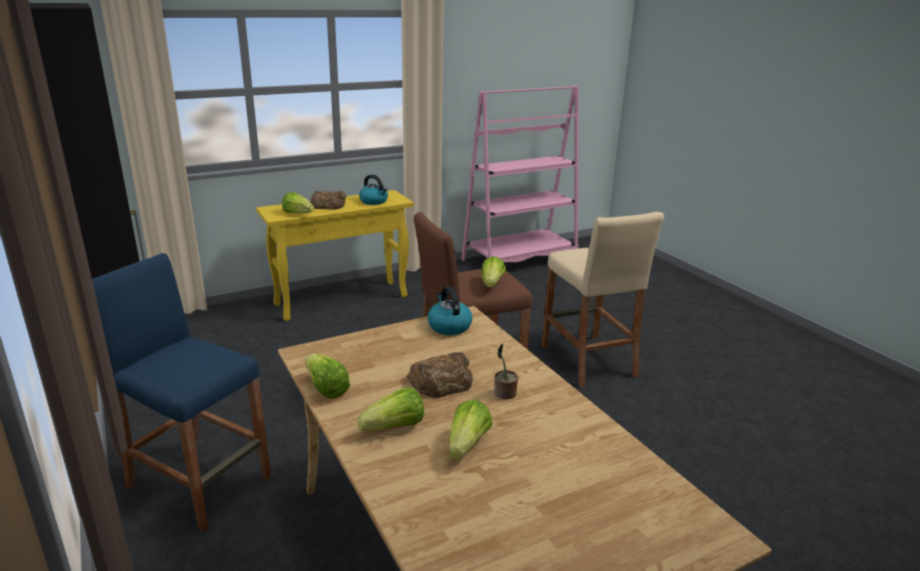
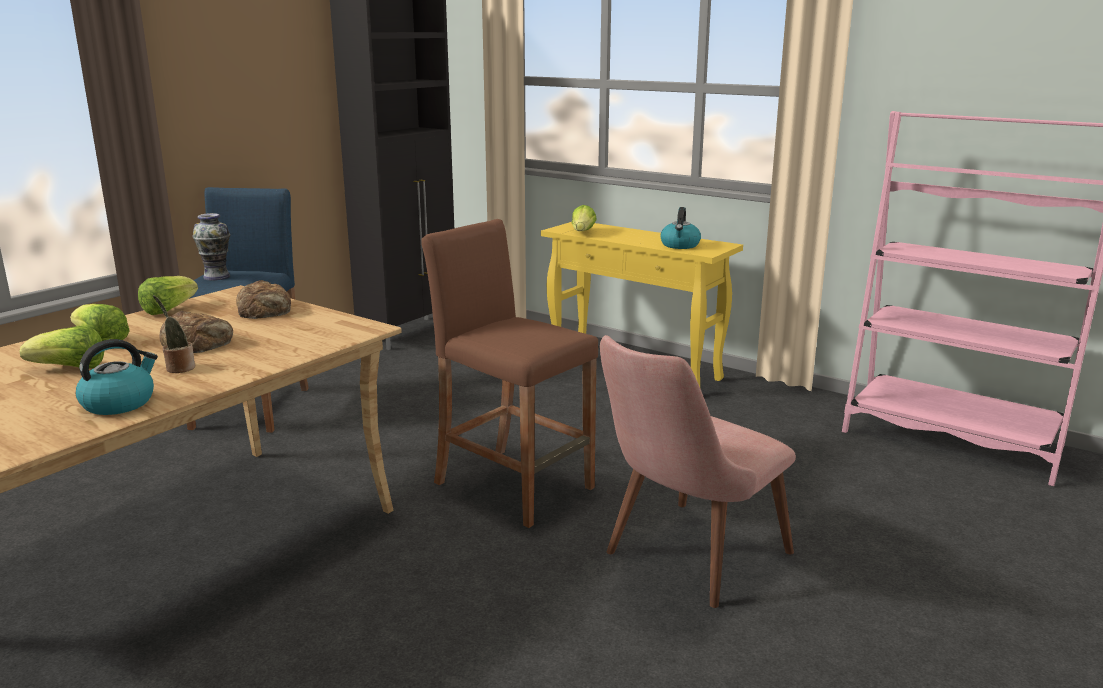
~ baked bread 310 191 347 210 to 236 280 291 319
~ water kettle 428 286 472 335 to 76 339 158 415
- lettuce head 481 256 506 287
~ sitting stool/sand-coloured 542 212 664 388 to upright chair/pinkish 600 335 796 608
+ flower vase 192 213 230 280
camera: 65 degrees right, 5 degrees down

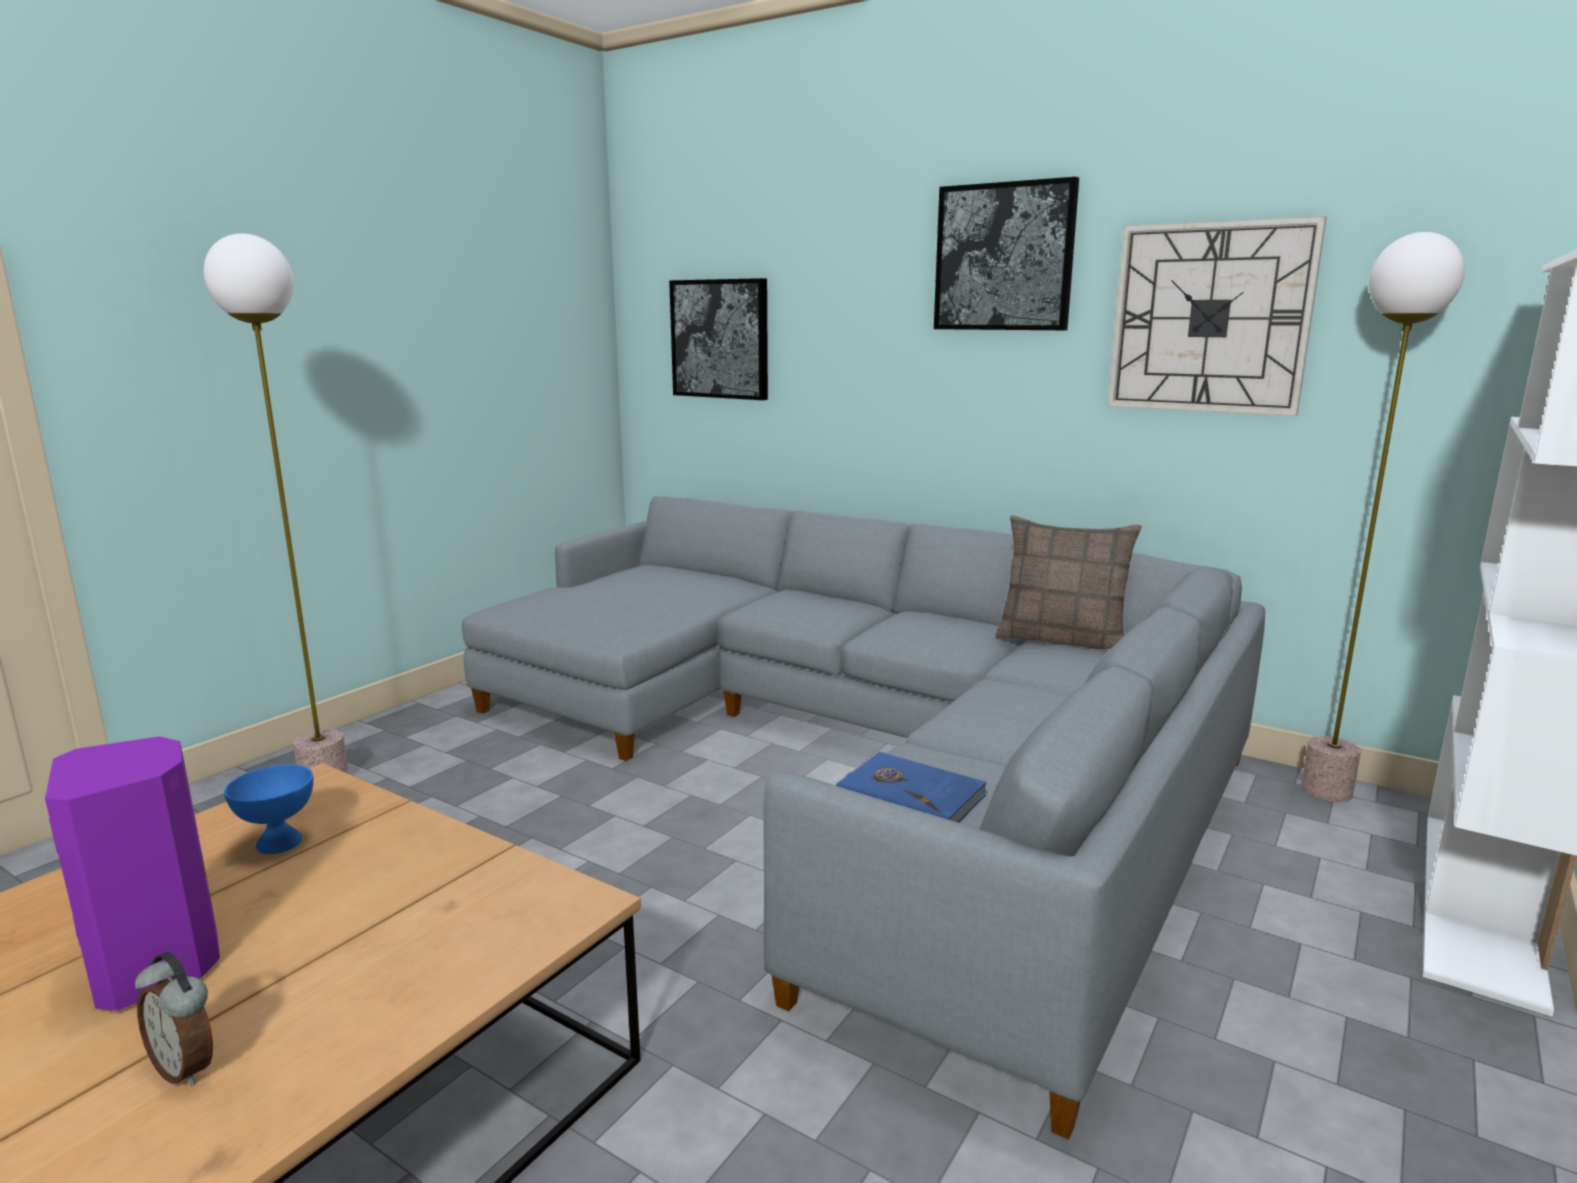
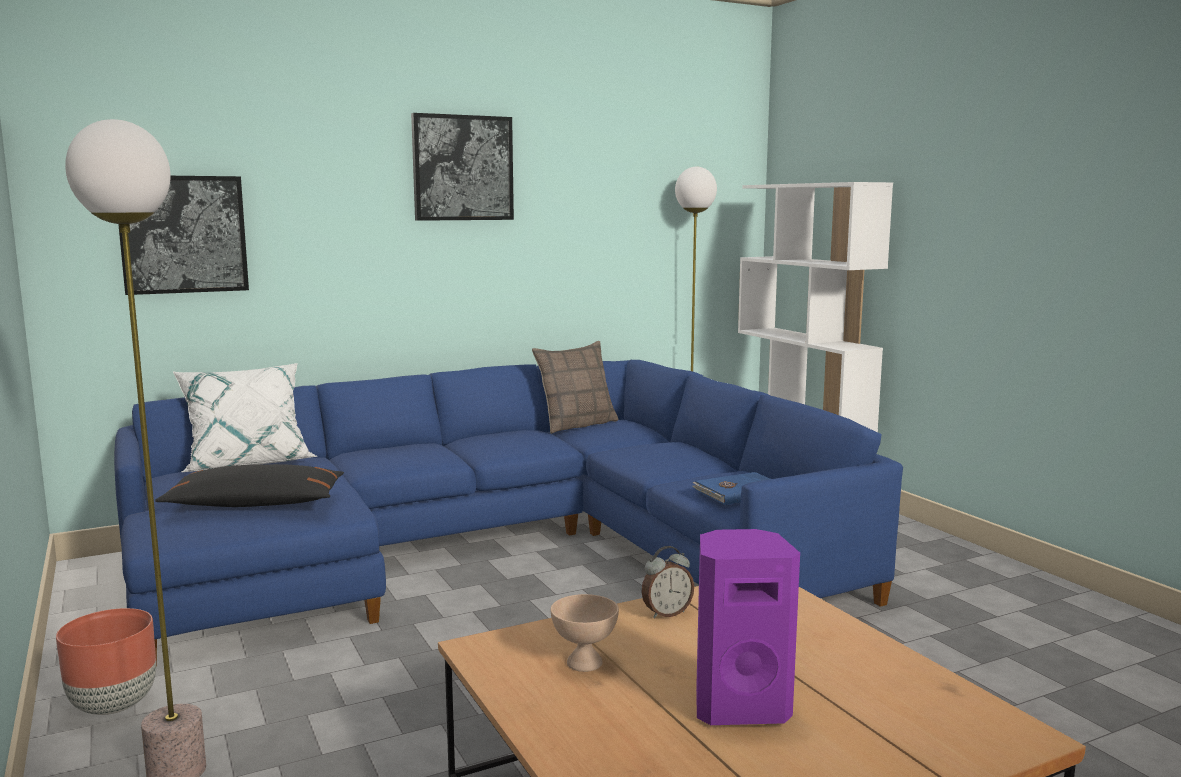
~ alarm clock 135 952 213 1086 to 641 546 694 618
~ deep dish/blue 224 765 313 854 to deep dish/sand-coloured 551 594 619 672
~ sofa/gray 462 496 1265 1140 to sofa/blue 114 360 903 667
- hanging clock 1108 216 1327 416
+ planter/brown 56 608 156 715
+ throw pillow/black-coloured 155 464 344 507
+ throw pillow/white-coloured 173 363 317 472
camera: 60 degrees left, 5 degrees down

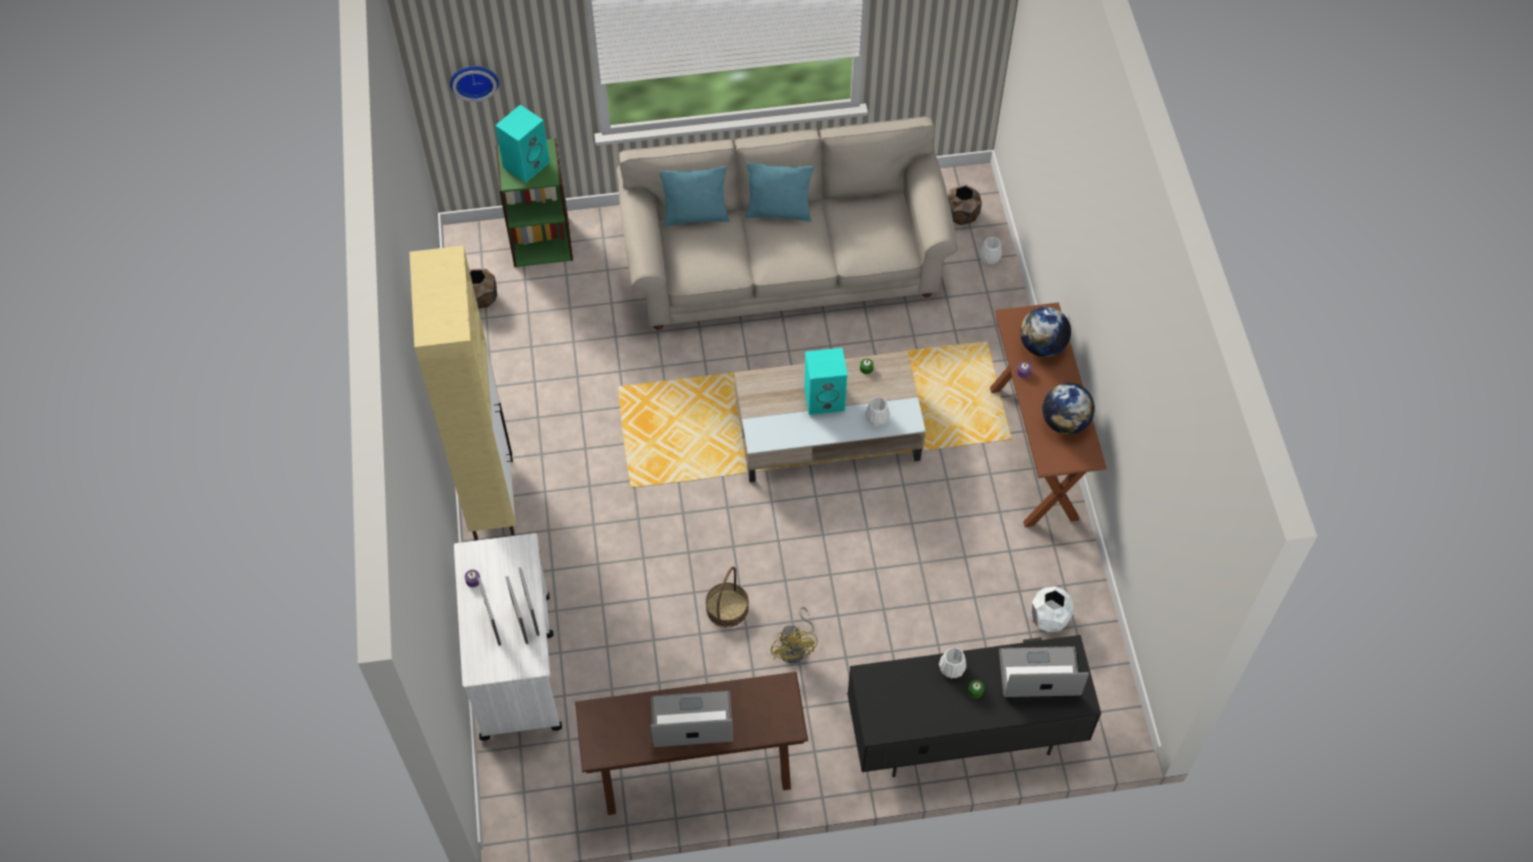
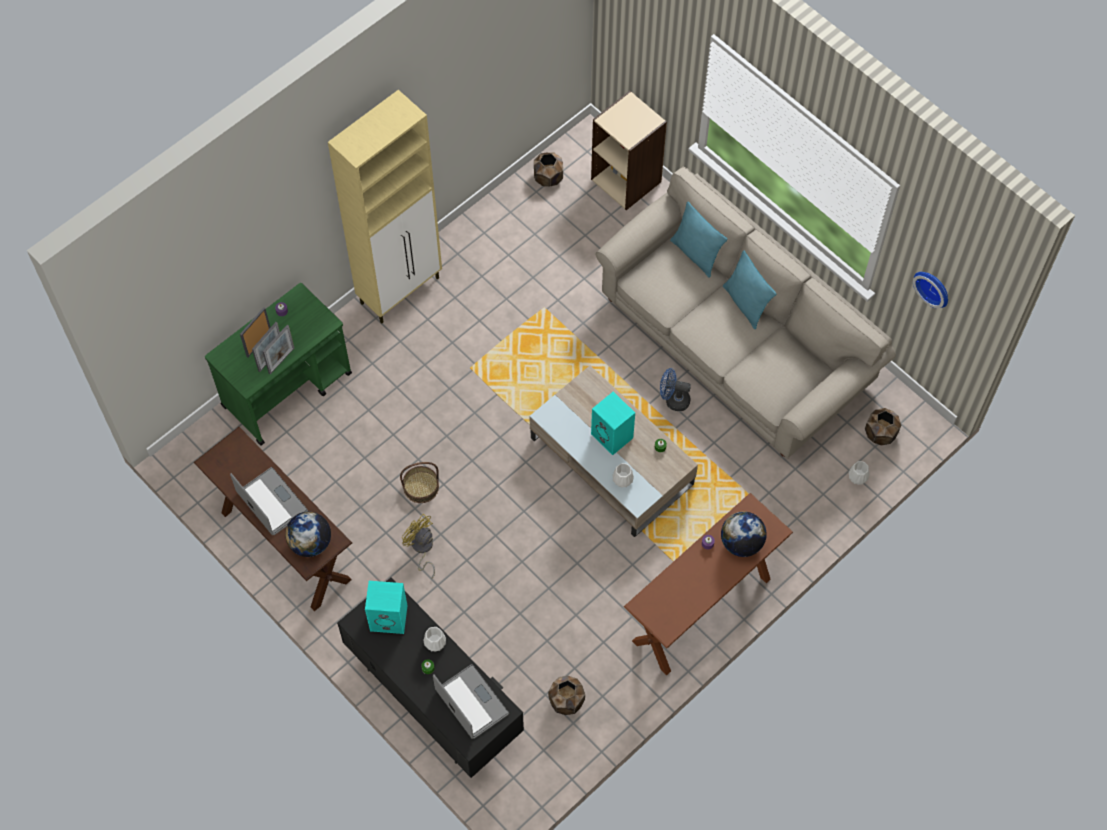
~ hanging clock 450 66 499 102 to 913 272 948 308
~ cart/white-coloured 454 533 562 740 to cart/green 205 283 352 446
~ loudspeaker/turquoise-coloured 495 105 550 183 to 365 581 407 634
~ shelving unit/green 495 138 573 267 to shelving unit/sand-coloured 591 91 667 210
~ cooling fan/yellow-coloured 771 607 818 664 = 402 514 435 579 90 degrees clockwise
~ planter/white-coloured 1030 586 1074 632 to planter/brown 548 676 585 715
~ desk globe 1042 383 1095 435 to 285 512 331 557
+ cooling fan/blue 660 368 691 411
camera: 55 degrees right, 5 degrees up

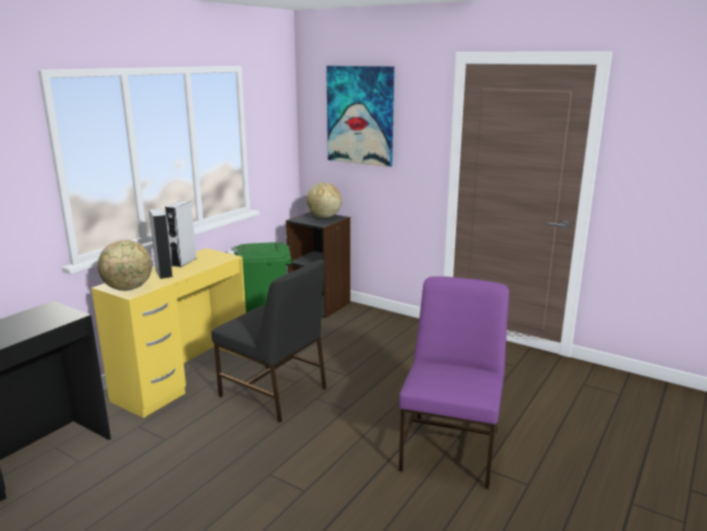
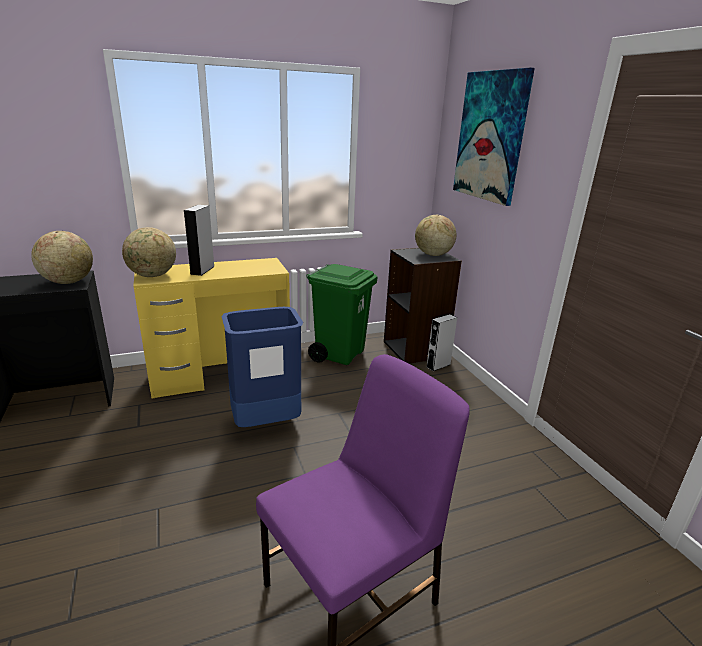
~ loudspeaker/gray 165 201 197 267 to 427 314 457 371
~ upright chair/black-coloured 211 260 327 423 to rubbish bin/blue 221 307 303 427
+ desk globe 31 231 93 284
camera: 35 degrees right, 5 degrees up

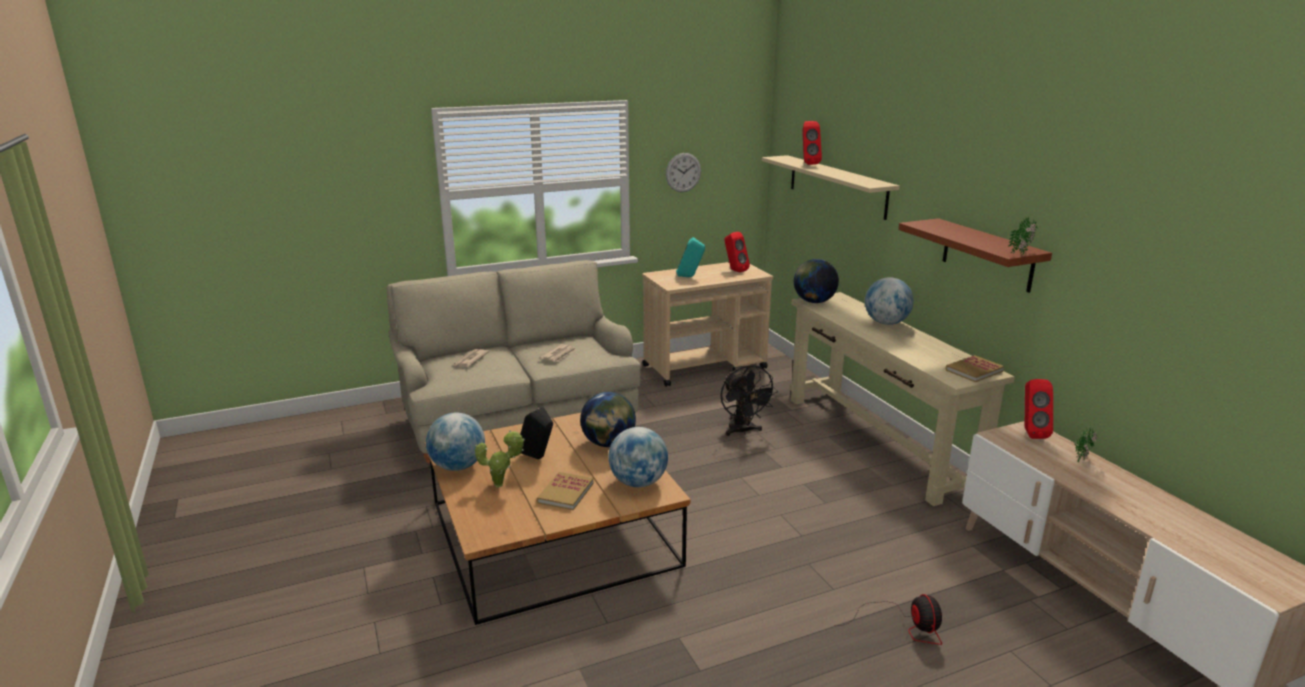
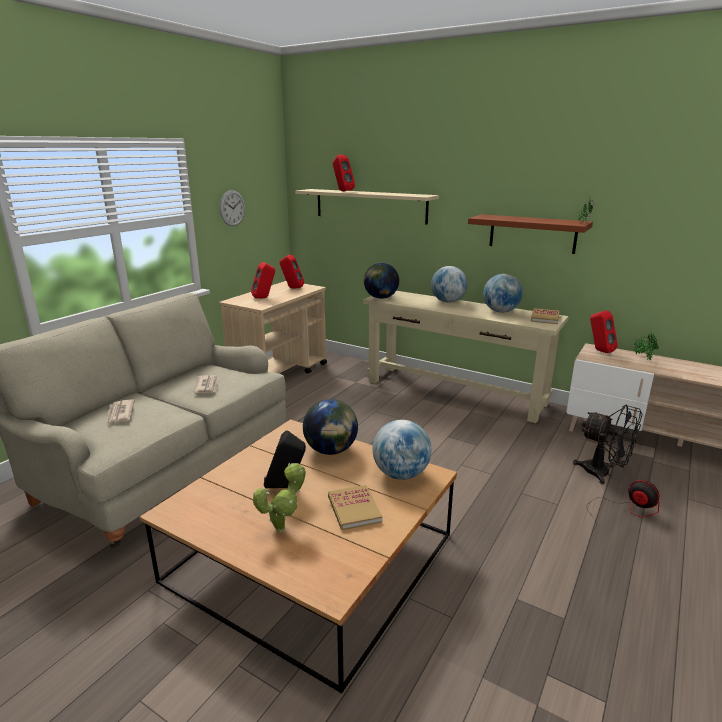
~ desk globe 426 413 485 471 to 483 274 523 313
~ loudspeaker/turquoise-coloured 676 237 705 277 to loudspeaker/red-coloured 251 262 275 299
~ cooling fan/black-coloured 721 365 778 436 to 573 405 643 484
camera: 35 degrees left, 0 degrees up

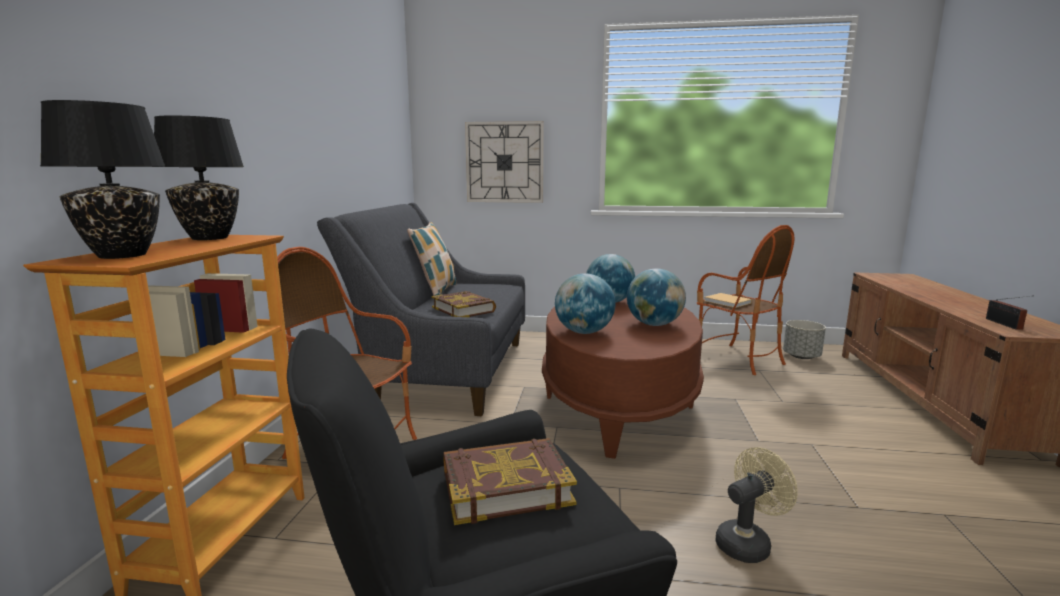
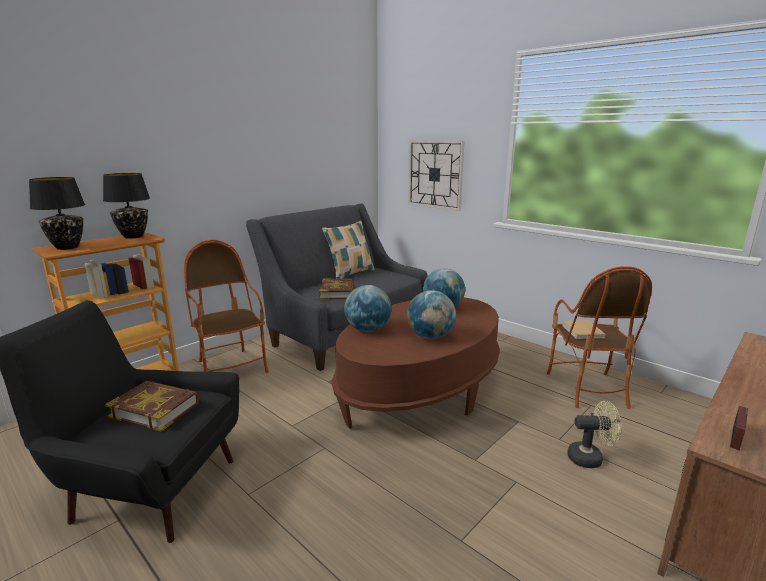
~ cooling fan/sand-coloured 715 447 798 563 to 567 401 622 468
- planter/gray 783 320 826 359
camera: 35 degrees right, 5 degrees up

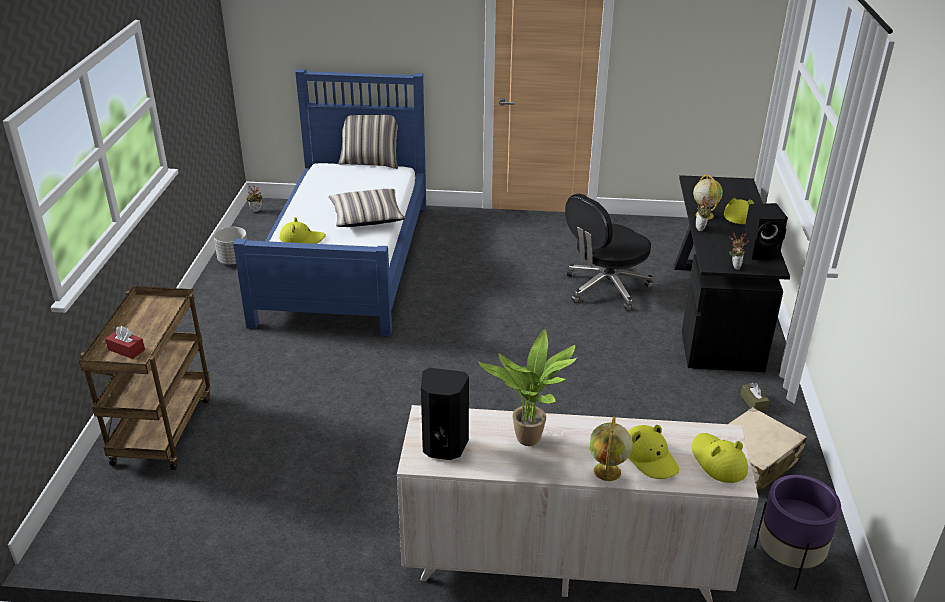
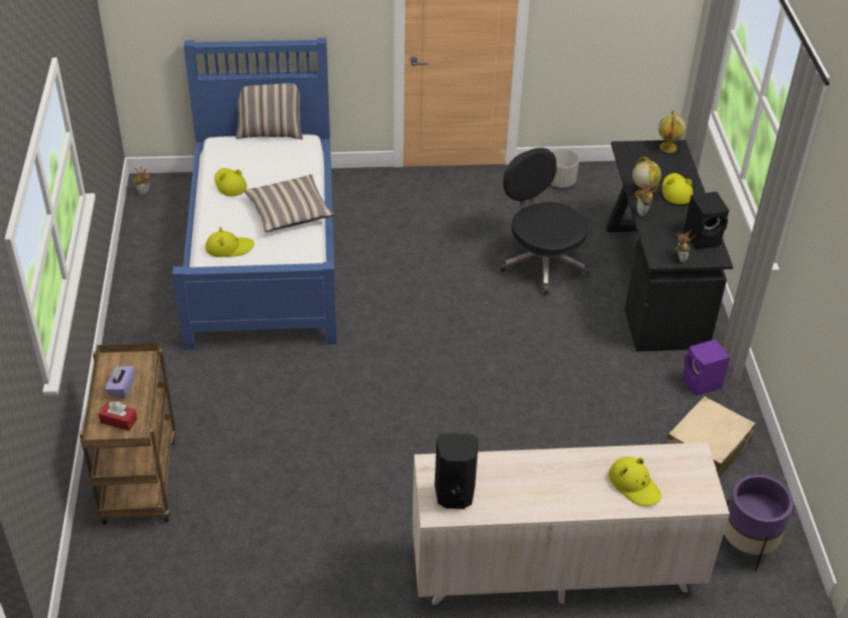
~ planter/gray 214 227 247 264 to 551 148 579 188
- houseplant 478 329 577 446
~ desk chair/black-coloured 565 193 653 311 = 499 148 590 295 105 degrees clockwise
~ desk globe 589 416 632 481 to 658 110 686 153
~ wearable hat/yellow-coloured 692 433 748 483 to 214 168 247 196
~ tissue box/brown 740 383 769 411 to loudspeaker/purple-coloured 682 339 730 396
+ tissue box/purple-coloured 105 366 135 398
camera: 10 degrees left, 10 degrees up

